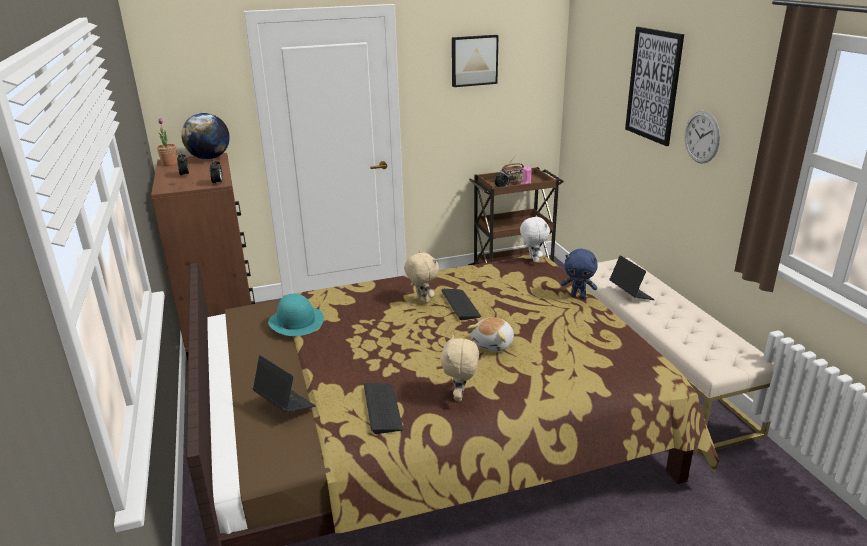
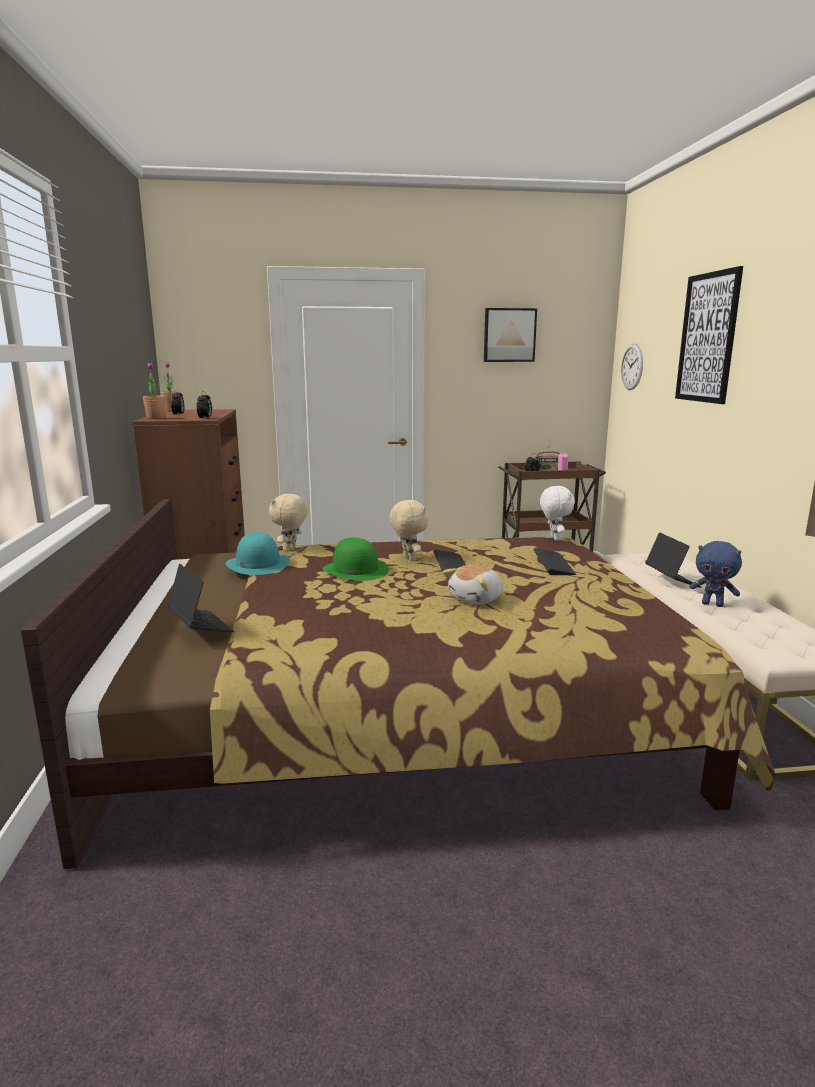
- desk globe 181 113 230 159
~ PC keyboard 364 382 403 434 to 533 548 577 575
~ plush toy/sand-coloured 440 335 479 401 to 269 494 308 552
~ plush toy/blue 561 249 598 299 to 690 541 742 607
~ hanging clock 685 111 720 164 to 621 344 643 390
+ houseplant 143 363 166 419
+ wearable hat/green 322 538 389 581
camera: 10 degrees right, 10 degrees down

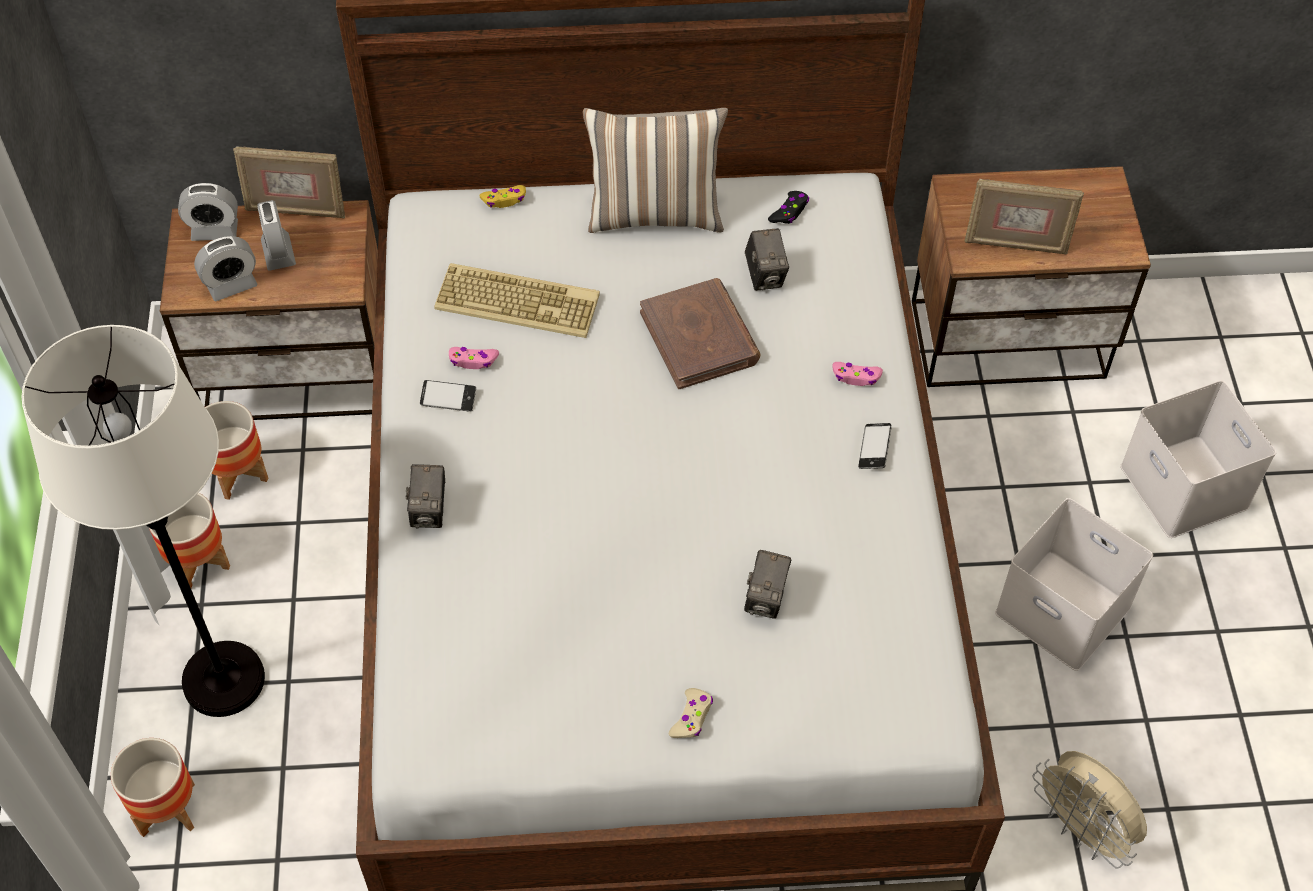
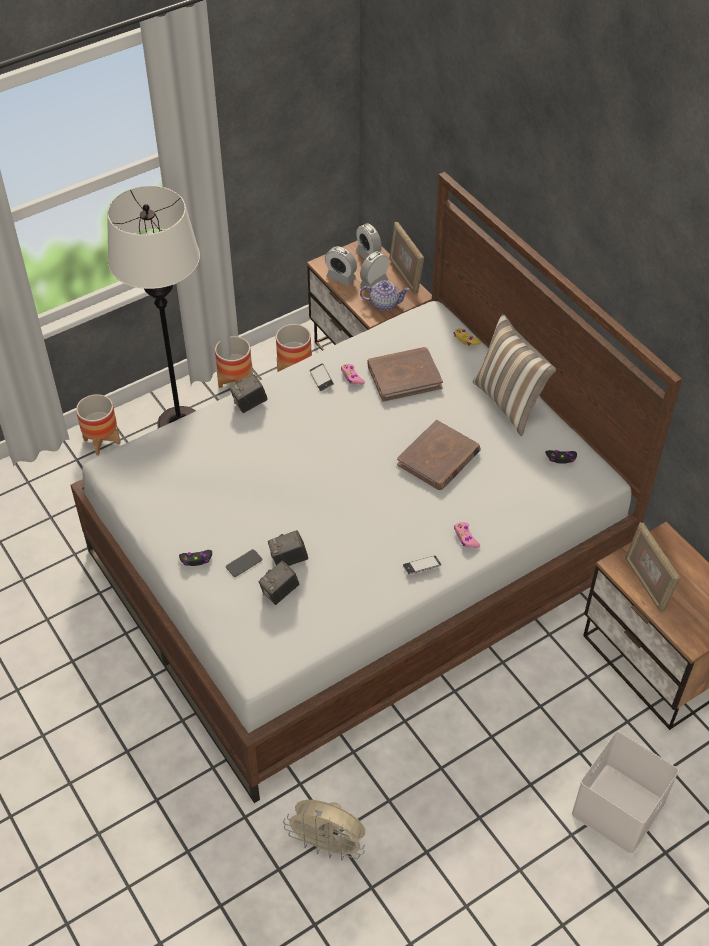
~ PC keyboard 434 263 600 338 to book/brown 367 347 443 402
~ joypad/sand-coloured 669 688 713 738 to joypad/black-coloured 179 550 212 566
~ photo camera 745 228 789 291 to 259 561 299 605
- storage container/white-coloured 995 498 1153 671
~ cooling fan/sand-coloured 1033 751 1147 869 = 283 800 365 861 90 degrees counterclockwise
+ phone 226 549 262 577
+ tea pot 360 281 410 311
camera: 60 degrees right, 5 degrees down

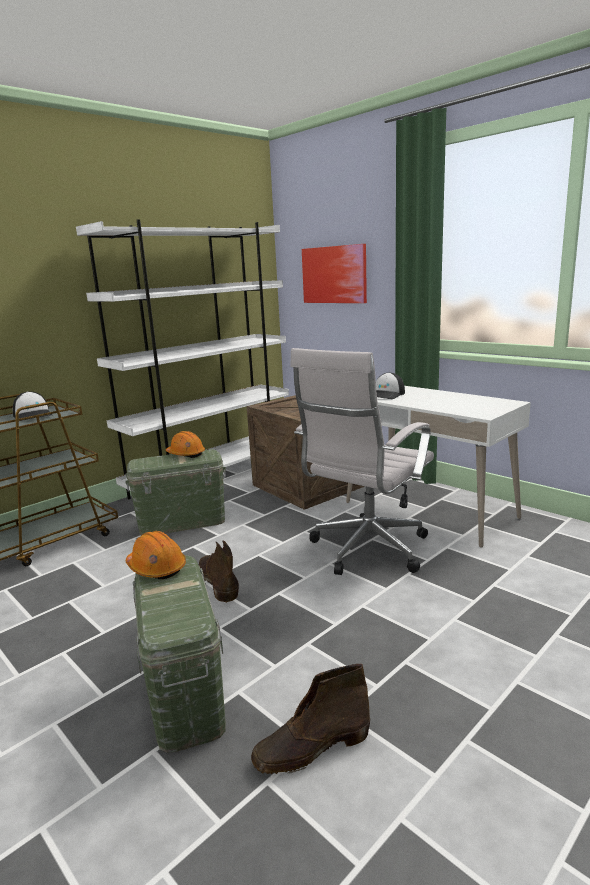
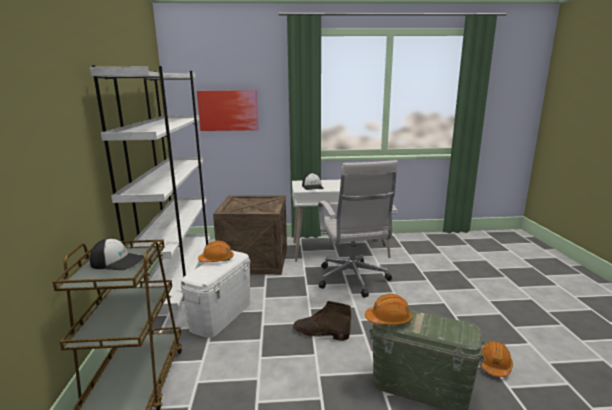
~ storage container/green 125 449 226 535 to storage container/white-coloured 180 251 250 338
~ high-top boot/brown 251 664 370 774 to work helmet/orange 479 341 513 377
camera: 50 degrees left, 0 degrees up

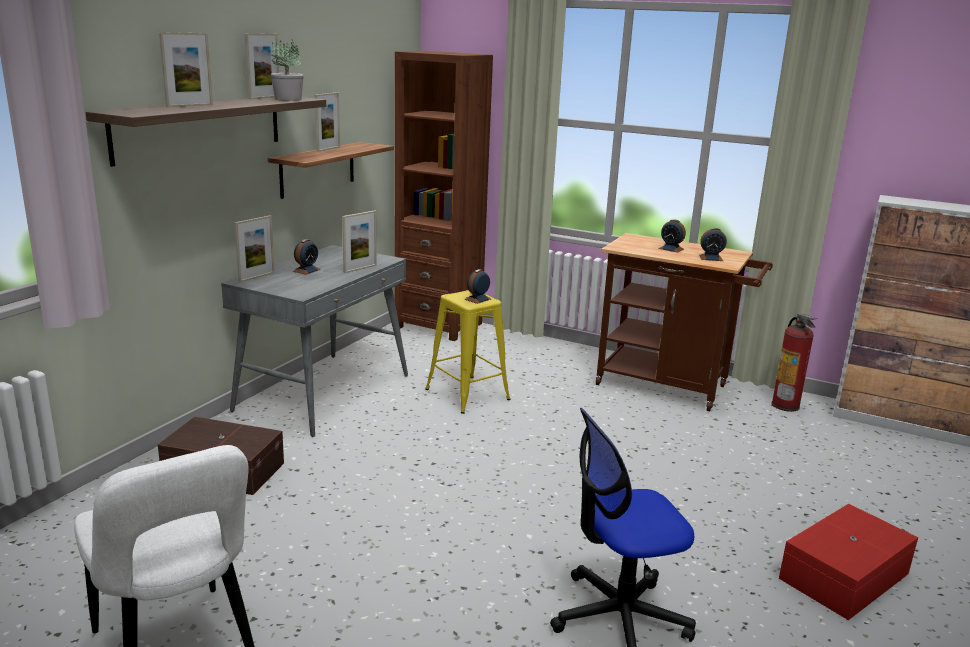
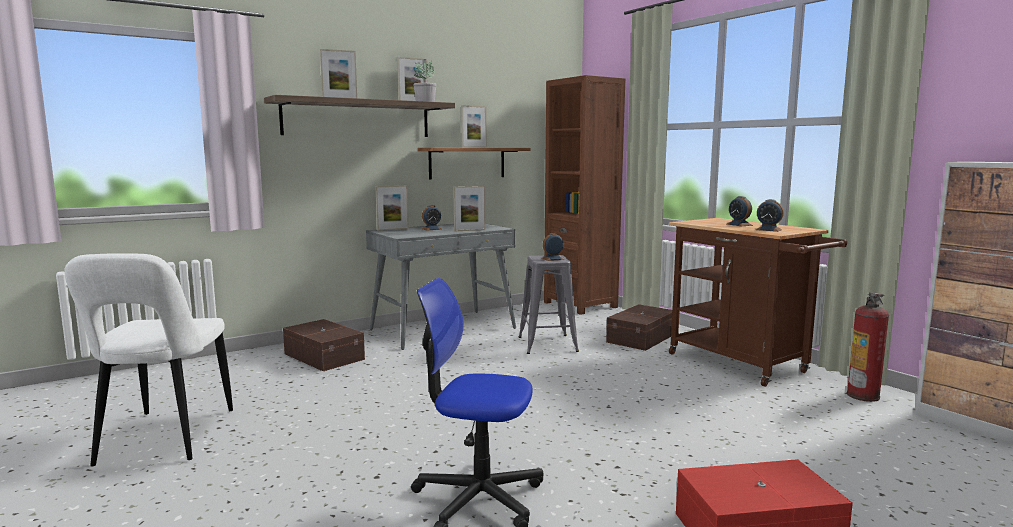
~ sitting stool/yellow-coloured 425 290 511 414 to sitting stool/gray 519 255 579 354
+ storage container/brown 606 304 672 351
camera: 30 degrees right, 10 degrees down

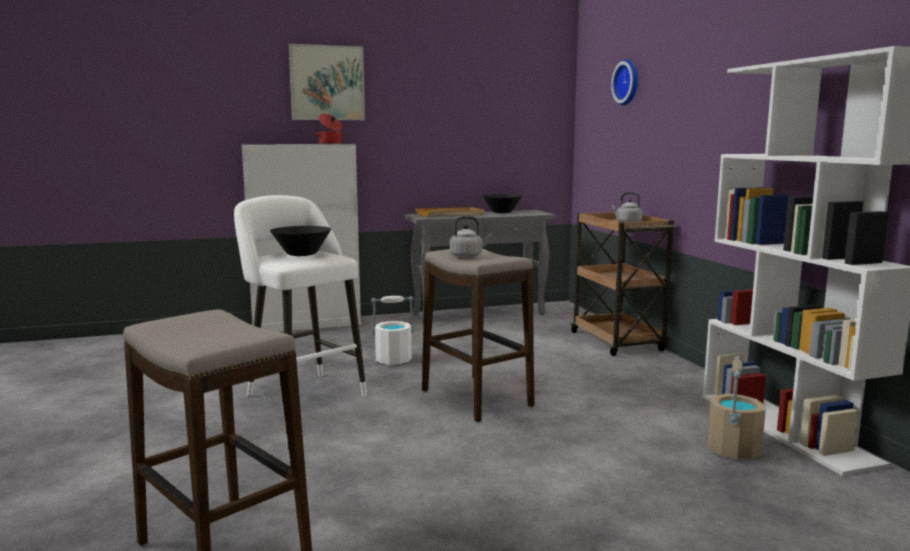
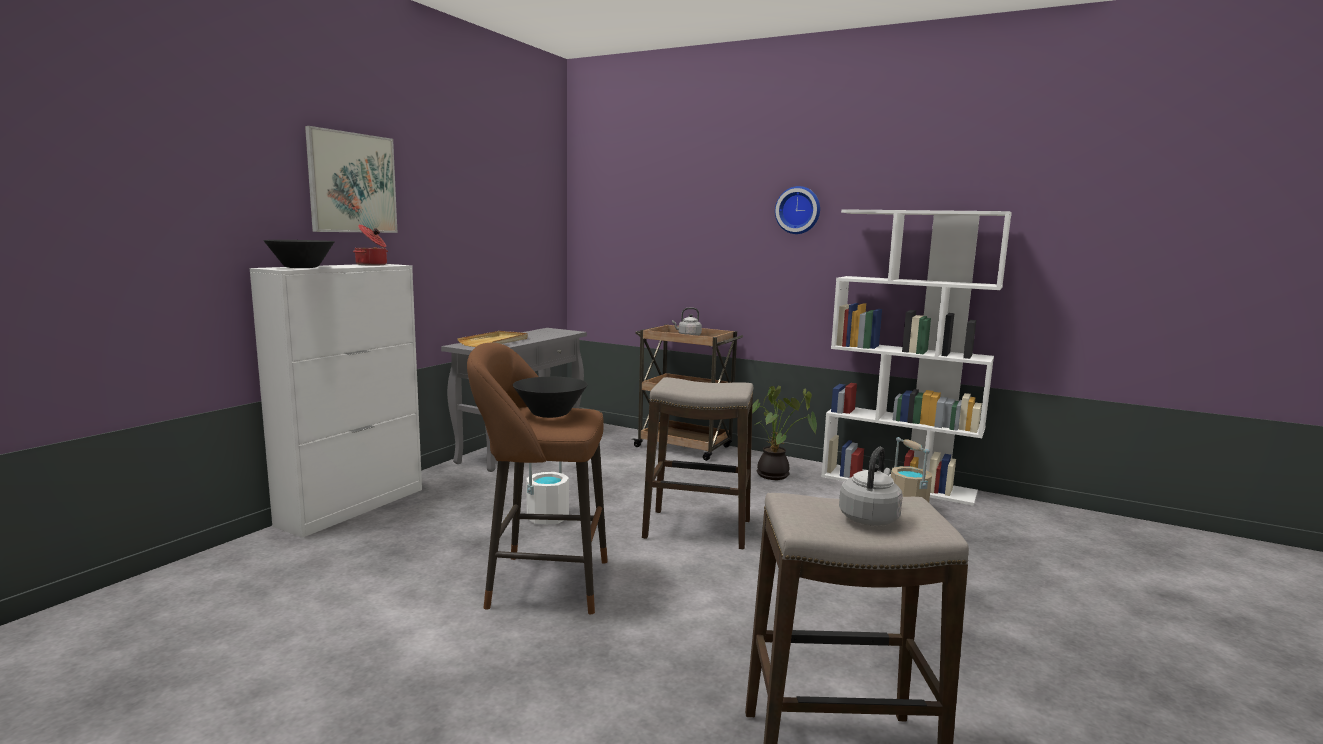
~ sitting stool/white-coloured 234 195 367 396 to sitting stool/brown 467 343 608 614
~ water kettle/gray 450 216 492 258 to 839 447 903 526
~ deep dish/black-coloured 483 194 522 213 to 263 240 335 268
~ hanging clock 611 59 639 105 to 775 186 820 234
+ houseplant 752 386 817 480
camera: 45 degrees left, 0 degrees up

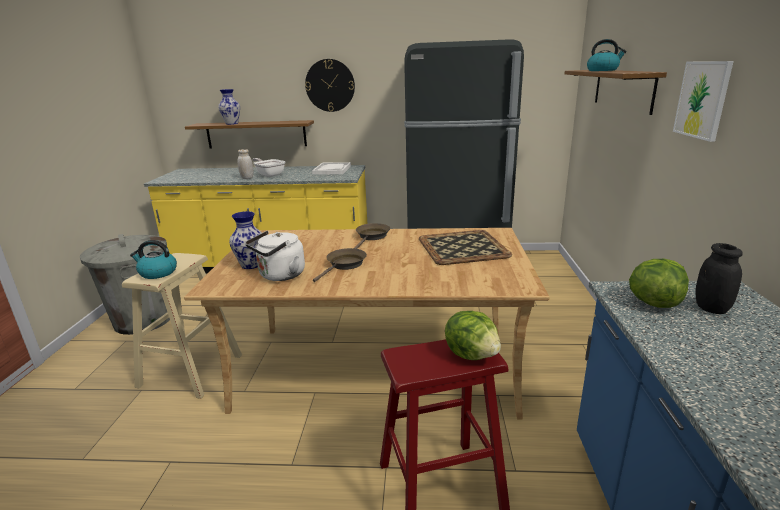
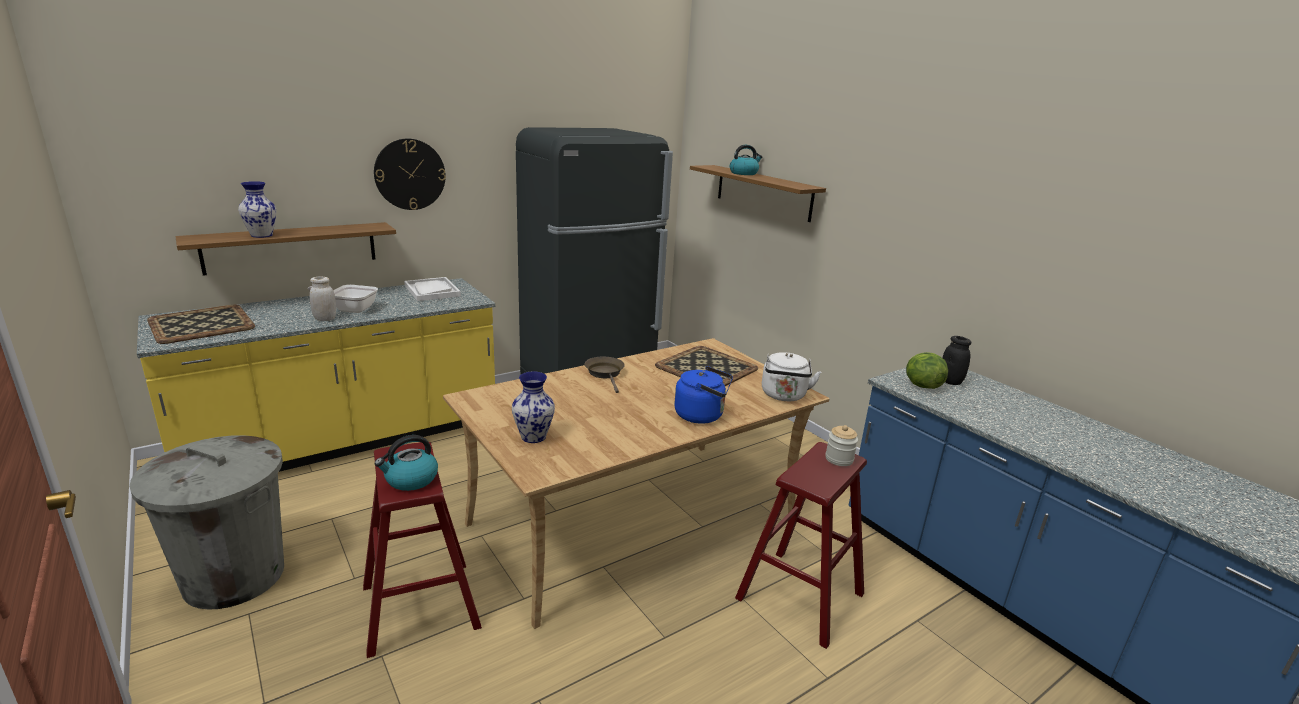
~ sitting stool/sand-coloured 122 253 242 399 to sitting stool/red-coloured 363 442 482 658
~ water kettle/white-coloured 245 231 305 281 to 762 352 821 401
- pan/brown 313 248 367 282
~ lettuce head 445 311 501 360 to preserve jar 825 425 858 466
- picture 673 61 734 142
+ serving tray 147 305 255 344
+ water kettle/blue 674 366 733 424
camera: 40 degrees left, 0 degrees up

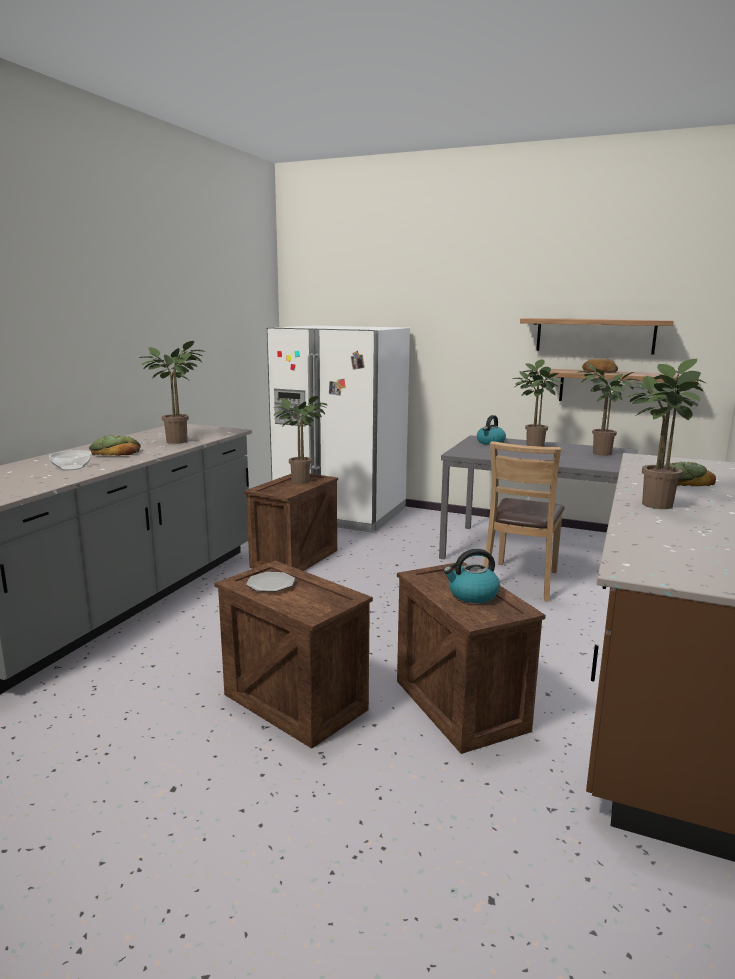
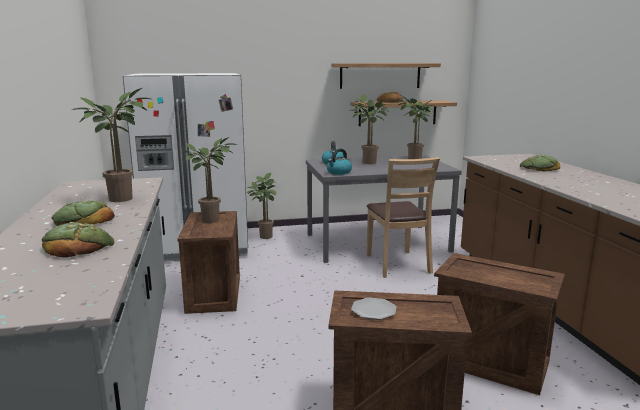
~ deep dish 49 450 92 470 to baked bread 42 222 114 258
~ water kettle 443 549 500 603 to 327 149 352 175
~ houseplant 625 359 705 509 to 246 173 276 239
camera: 35 degrees left, 0 degrees up

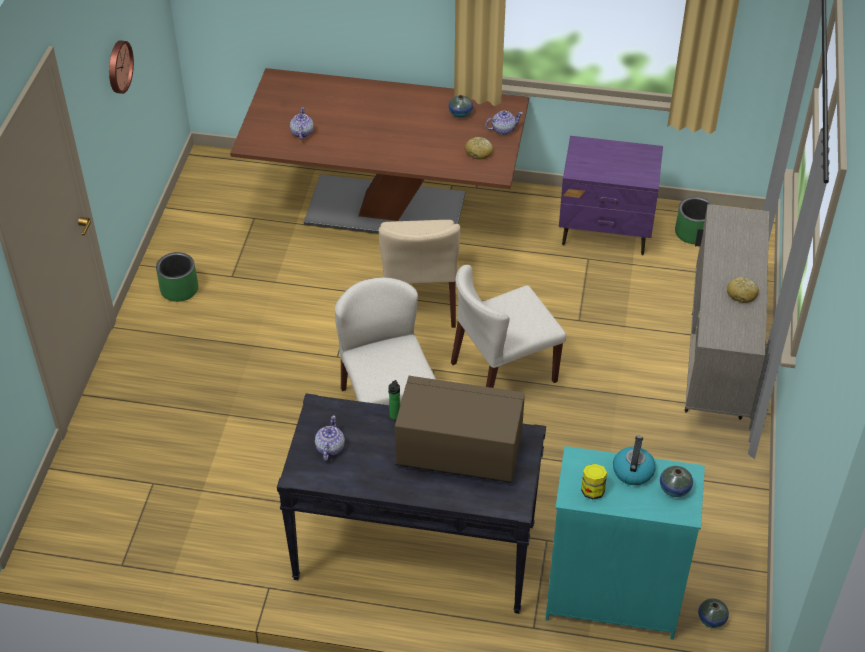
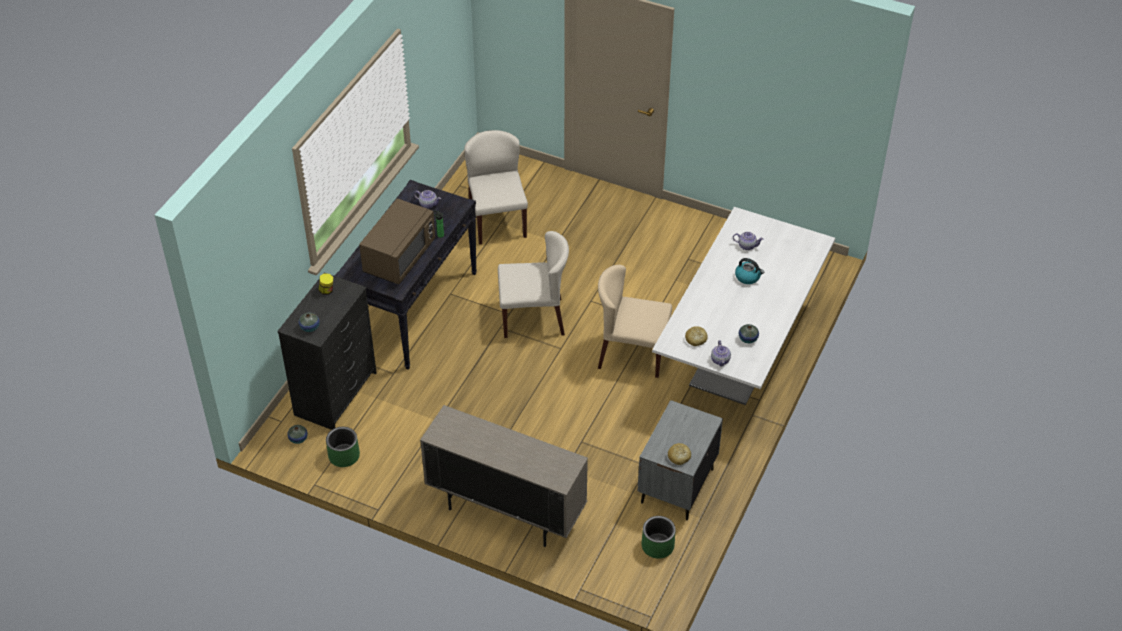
- hanging clock 109 40 134 94
~ planter/green 156 252 198 302 to 326 427 360 467
~ dinner table/brown 230 68 529 233 to dinner table/white-coloured 652 207 835 405
~ upright chair/sand-coloured 451 265 566 388 to 464 130 528 245
~ chest of drawers/turquoise-coloured 545 446 705 640 to chest of drawers/black-coloured 277 273 377 430
~ nightstand/purple-coloured 559 136 663 255 to nightstand/gray 638 400 723 520
~ water kettle 613 436 656 485 to 735 258 764 284
~ baked bread 727 277 759 303 to 668 443 691 465
camera: 105 degrees right, 0 degrees up

